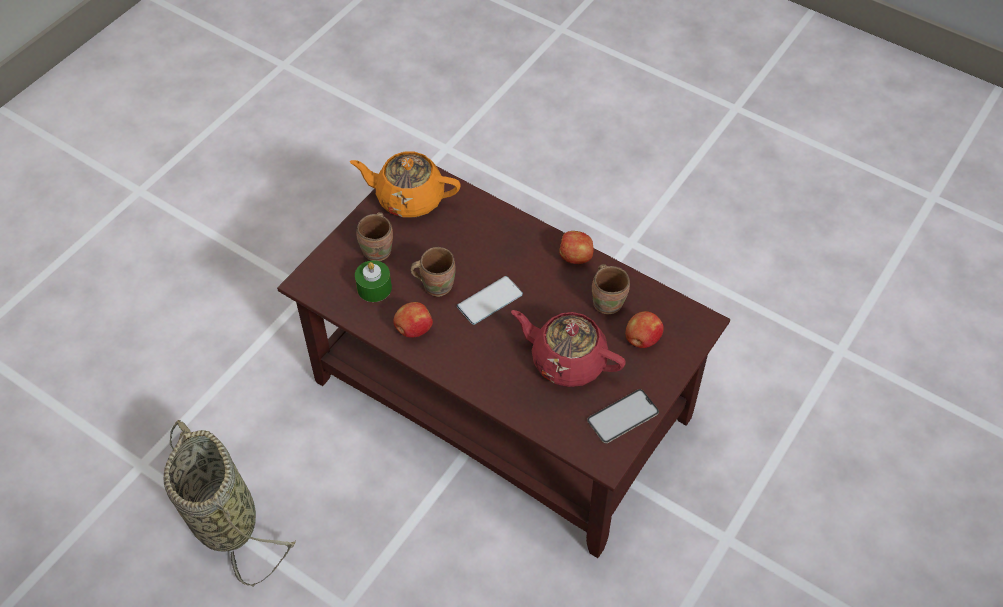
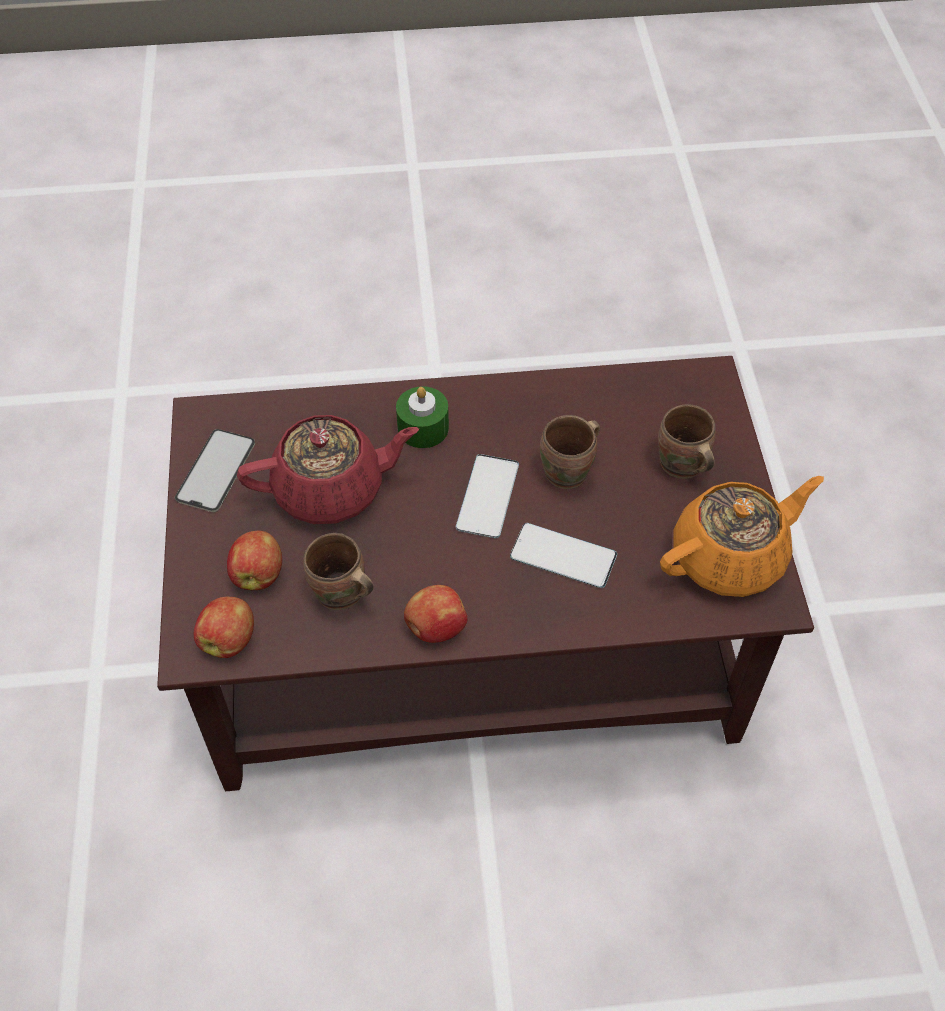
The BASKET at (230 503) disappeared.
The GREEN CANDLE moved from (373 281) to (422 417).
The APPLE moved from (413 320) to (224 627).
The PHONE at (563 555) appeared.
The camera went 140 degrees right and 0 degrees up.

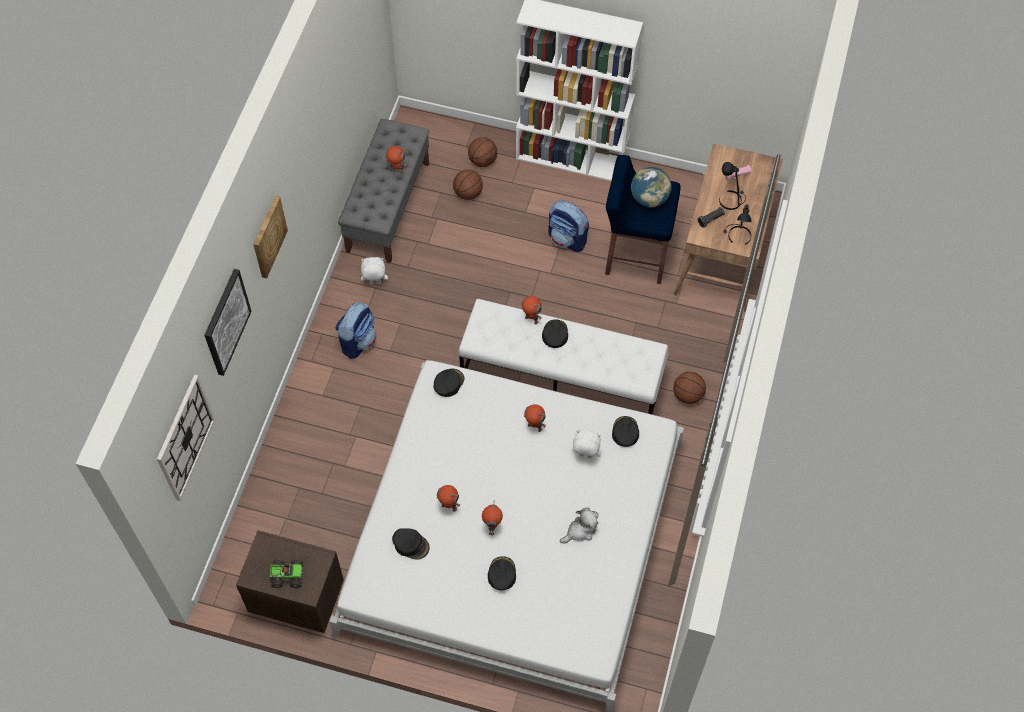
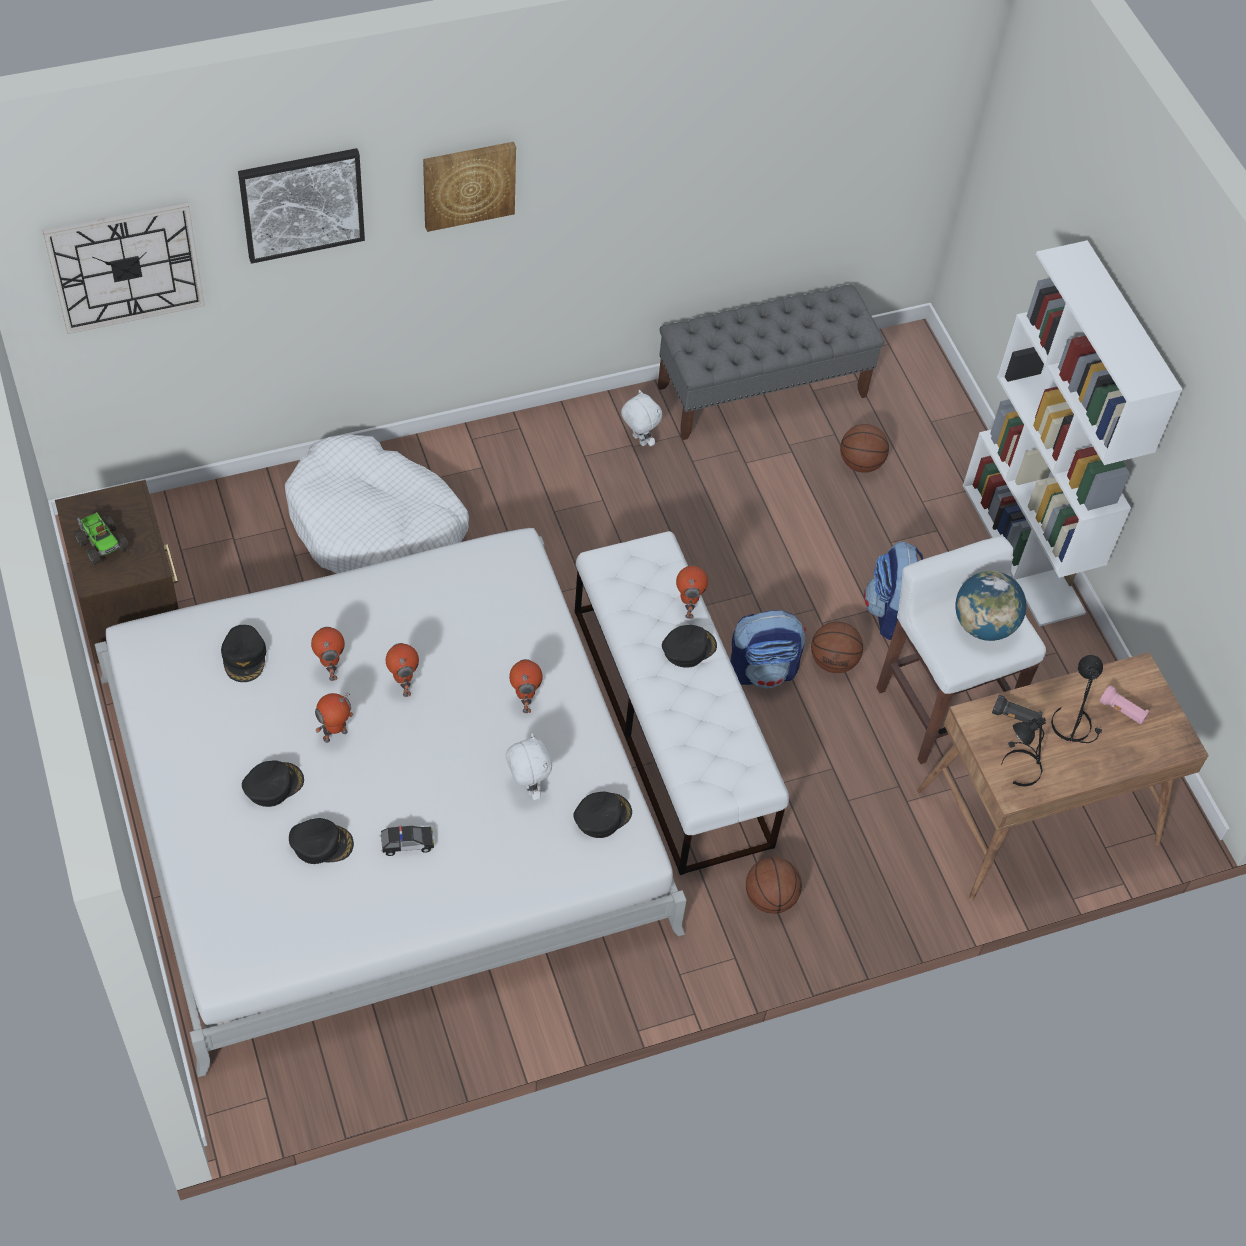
The BACKPACK moved from (355 331) to (768 649).
The TOY ROBOT moved from (396 160) to (402 670).
The BLACK CAP moved from (449 382) to (321 841).
The BASKETBALL moved from (482 152) to (837 647).
The PLUSH TOY at (579 525) was replaced by the TOY CAR at (407 841).
The BLUE STOOL at (643 219) became the WHITE STOOL at (961 650).
The WHITE DOG BED at (377 504) appeared.
The camera went 50 degrees right and 5 degrees down.

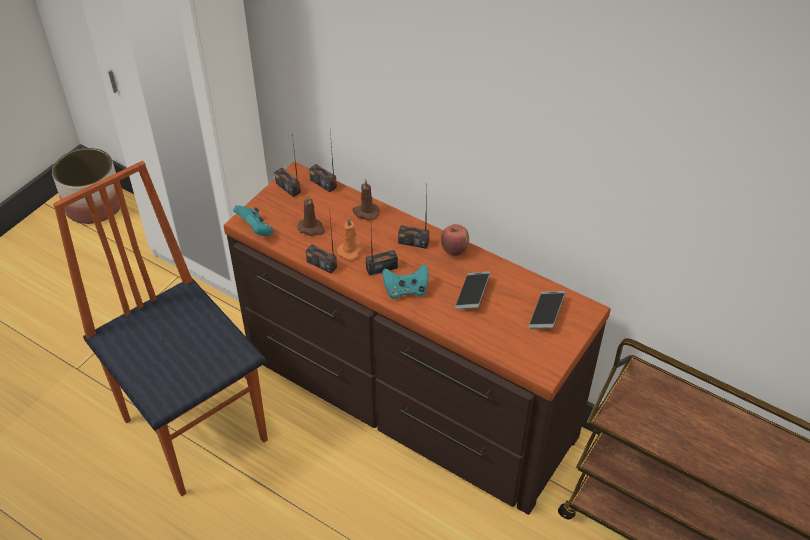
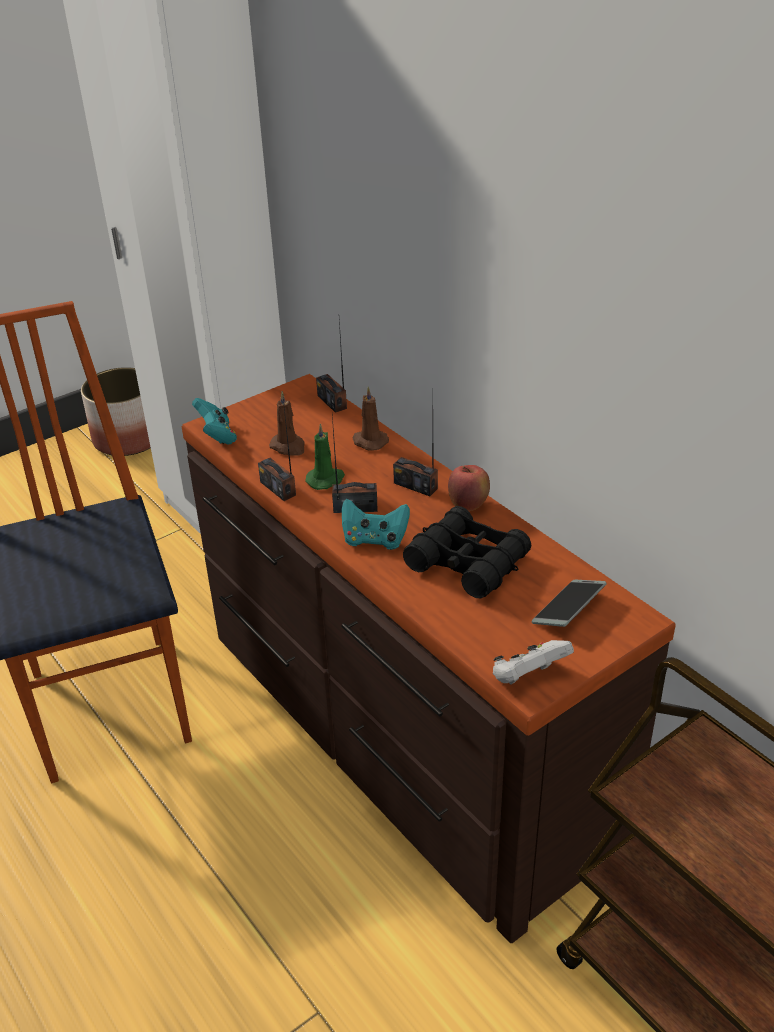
The RADIO at (287 165) disappeared.
The ORANGE CANDLE at (350 239) became the GREEN CANDLE at (325 456).
The PHONE at (473 290) was replaced by the BLACK BINOCULARS at (467 552).
The WHITE GAME CONTROLLER at (533 662) appeared.
The camera went 20 degrees right and 10 degrees down.

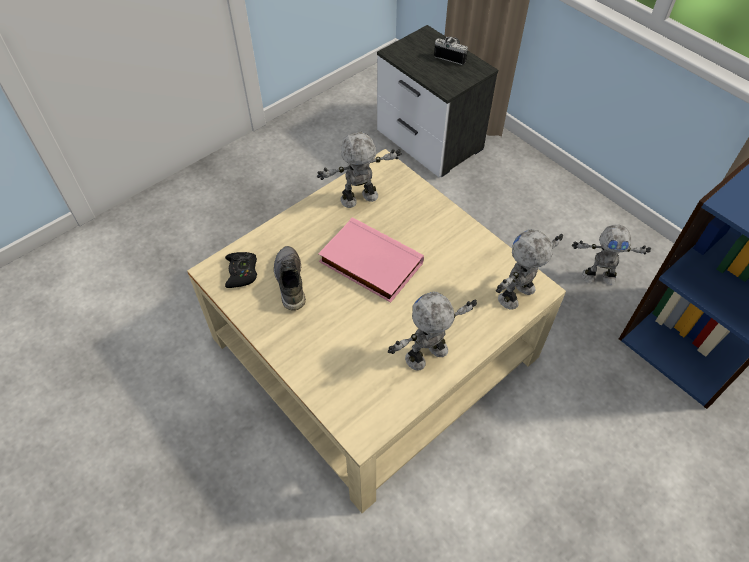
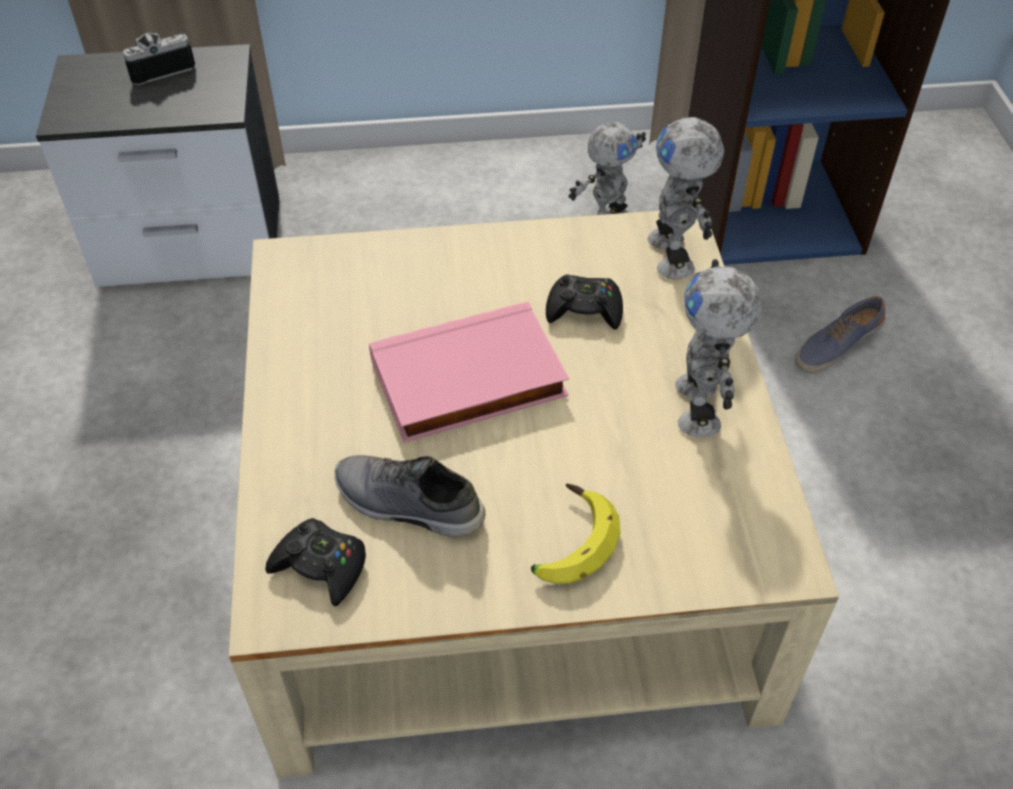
The TOY ROBOT at (359 170) disappeared.
The BANANA at (576 534) appeared.
The BLACK GAME CONTROLLER at (584 302) appeared.
The SHOE at (840 335) appeared.
The camera went 55 degrees left and 5 degrees down.

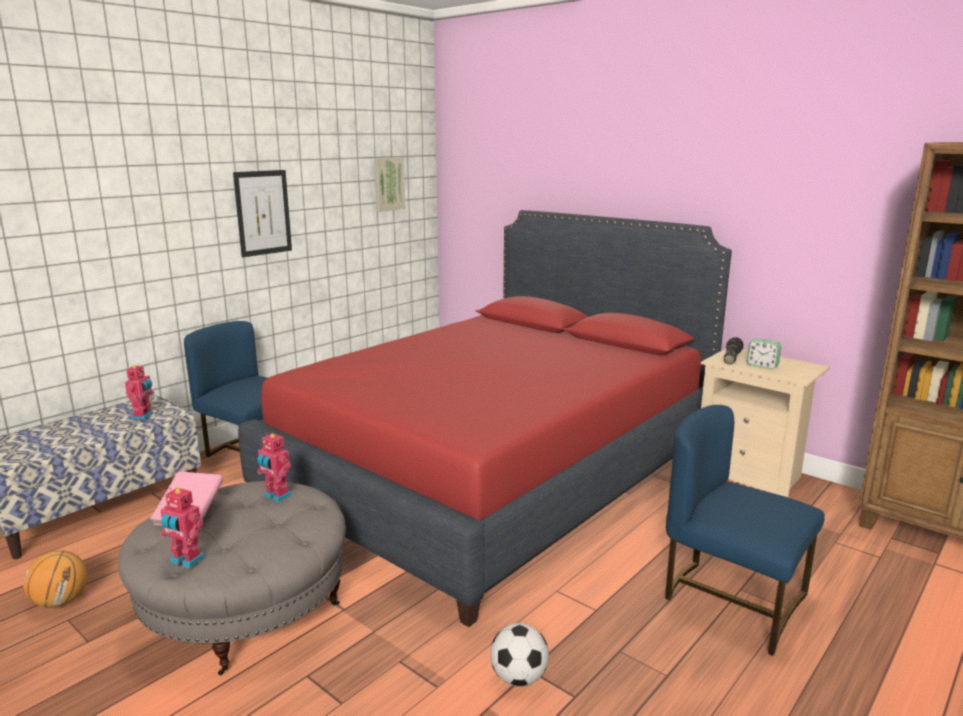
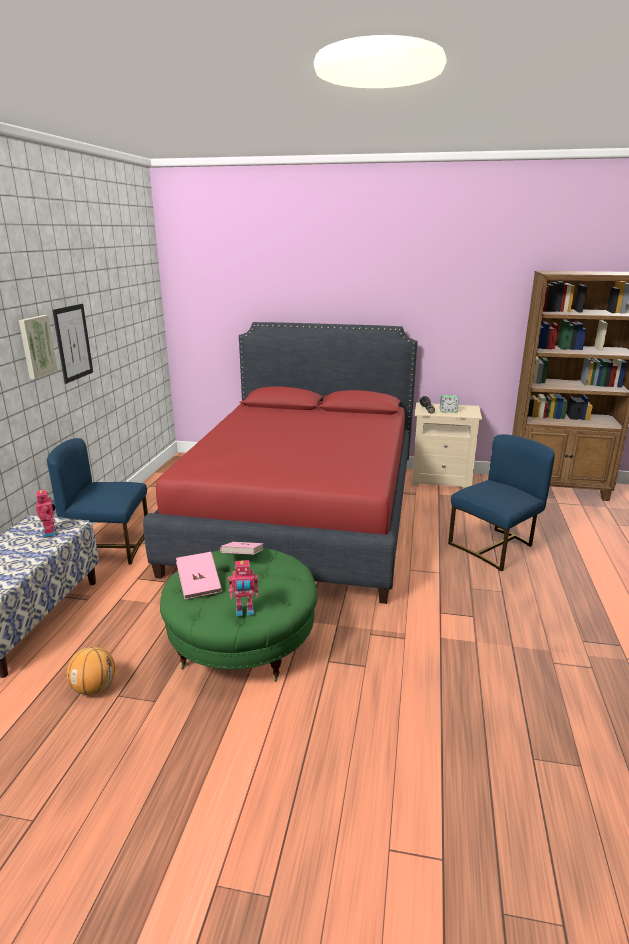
The GREY OTTOMAN at (232 578) became the GREEN OTTOMAN at (239 615).
The TOY ROBOT at (274 467) was replaced by the PINK BOOK at (242 548).
The PICTURE moved from (389 184) to (38 347).
The FOOTBALL at (519 654) disappeared.
The BLUE CHAIR at (745 530) turned 135 degrees clockwise.
The camera went 30 degrees left and 5 degrees up.

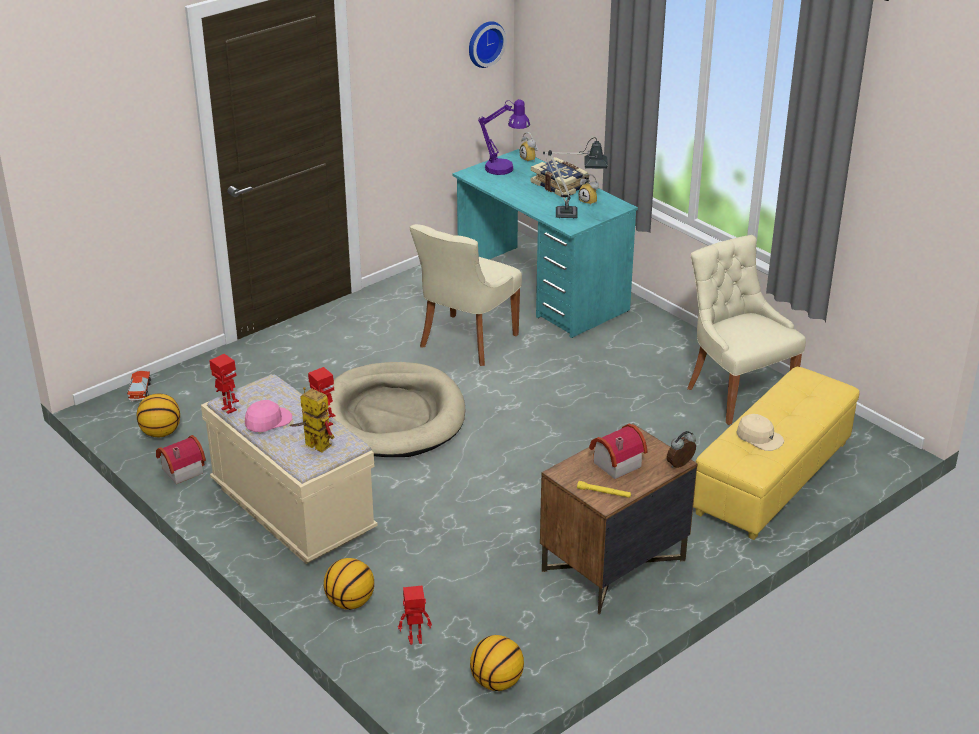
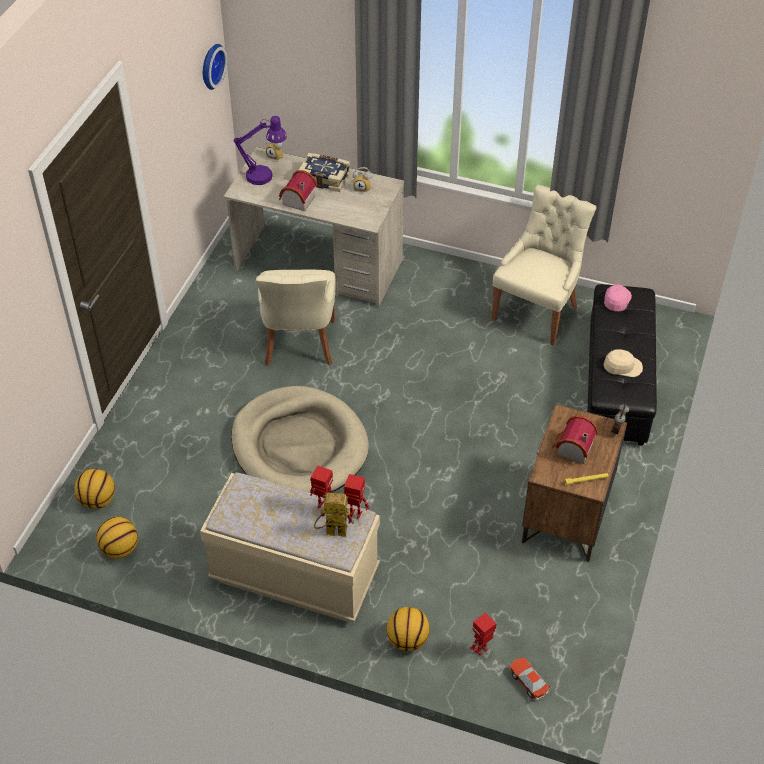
The TOY CAR moved from (139 386) to (530 679).
The TOY HOUSE moved from (181 459) to (298 190).
The TOY ROBOT moved from (224 384) to (356 496).
The PINK CAP moved from (268 416) to (618 298).
The TURQUOISE DESK at (545 243) became the BEIGE DESK at (314 227).
The BASKETBALL moved from (497 663) to (94 489).
The TABLE LAMP at (575 177) disappeared.
The BEIGE CHAIR at (746 330) turned 90 degrees clockwise.
The YELLOW OTTOMAN at (776 453) became the BLACK OTTOMAN at (622 365).
The camera went 30 degrees left and 15 degrees up.

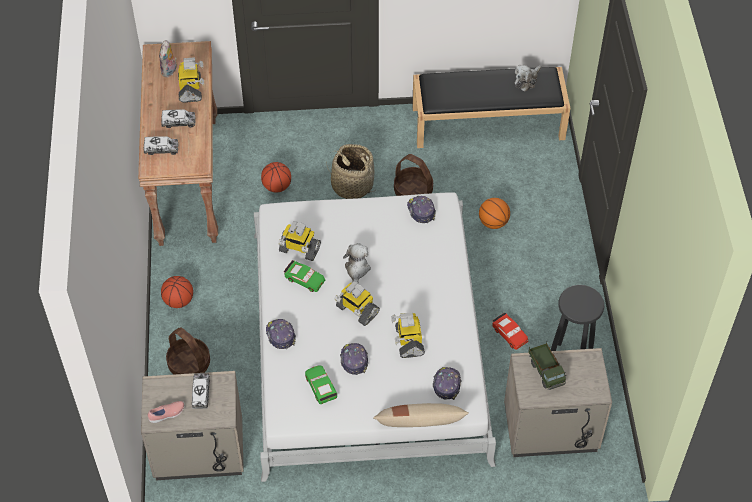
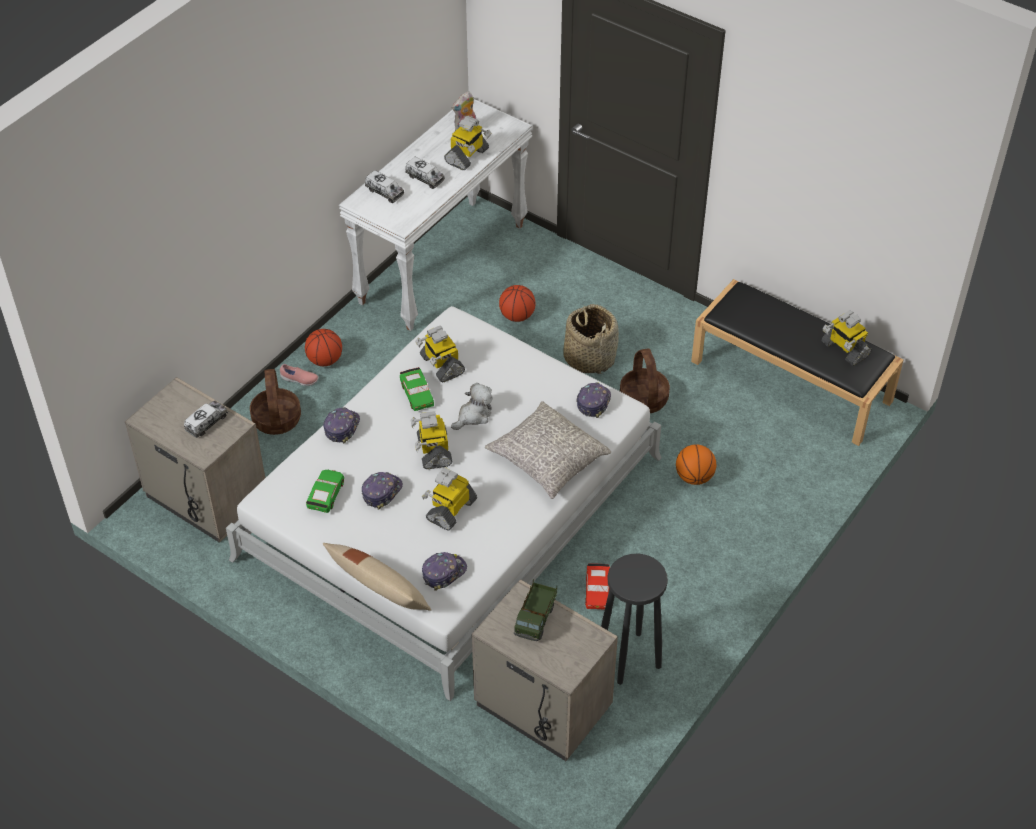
The BROWN CONSOLE TABLE at (178 143) became the WHITE CONSOLE TABLE at (435 215).
The PINK SHOE moved from (166 412) to (299 375).
The PLUSH TOY at (528 78) was replaced by the TOY ROBOT at (846 338).
The GREY PILLOW at (548 450) appeared.
The camera went 40 degrees right and 5 degrees down.

